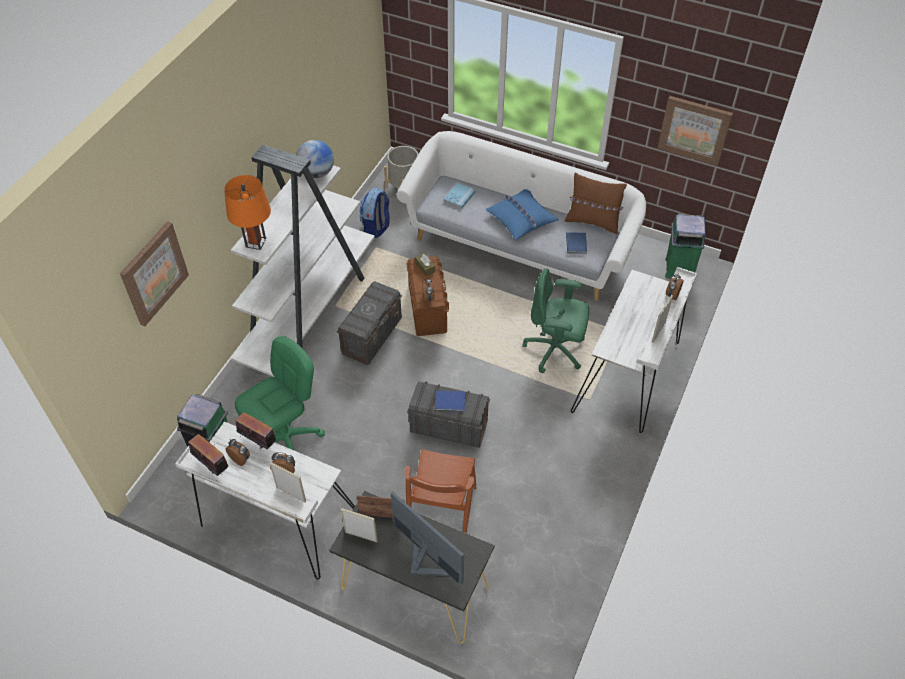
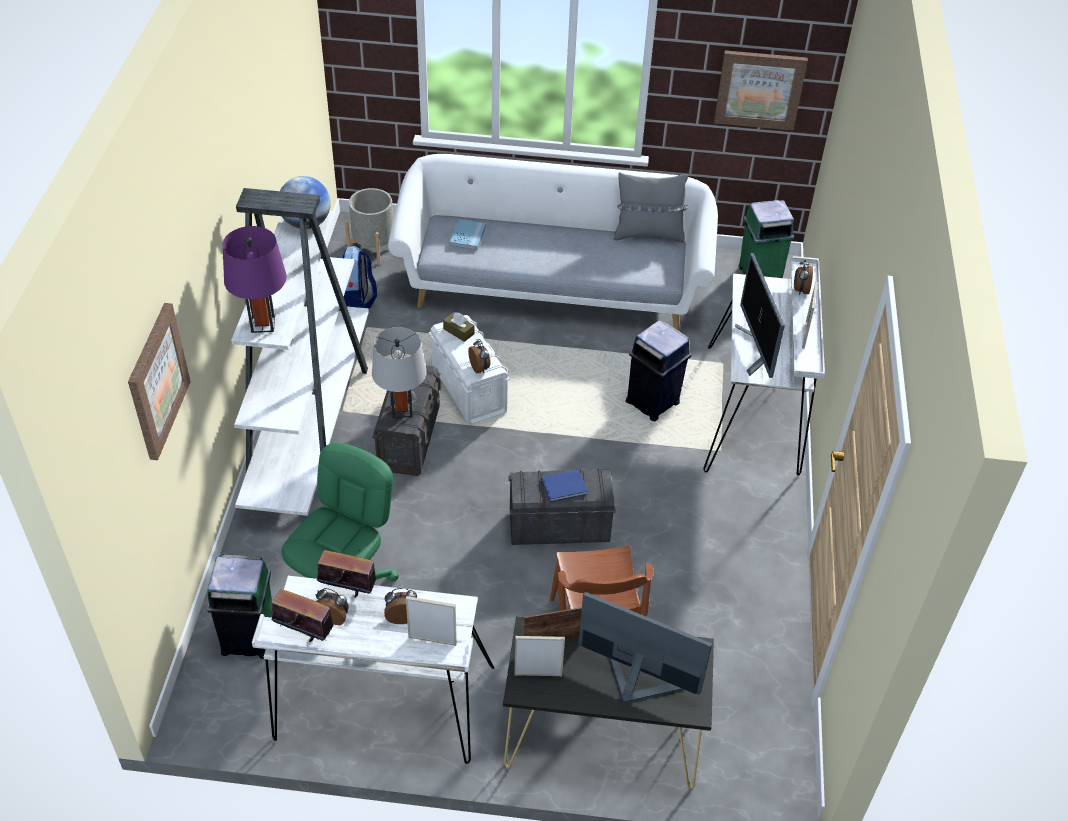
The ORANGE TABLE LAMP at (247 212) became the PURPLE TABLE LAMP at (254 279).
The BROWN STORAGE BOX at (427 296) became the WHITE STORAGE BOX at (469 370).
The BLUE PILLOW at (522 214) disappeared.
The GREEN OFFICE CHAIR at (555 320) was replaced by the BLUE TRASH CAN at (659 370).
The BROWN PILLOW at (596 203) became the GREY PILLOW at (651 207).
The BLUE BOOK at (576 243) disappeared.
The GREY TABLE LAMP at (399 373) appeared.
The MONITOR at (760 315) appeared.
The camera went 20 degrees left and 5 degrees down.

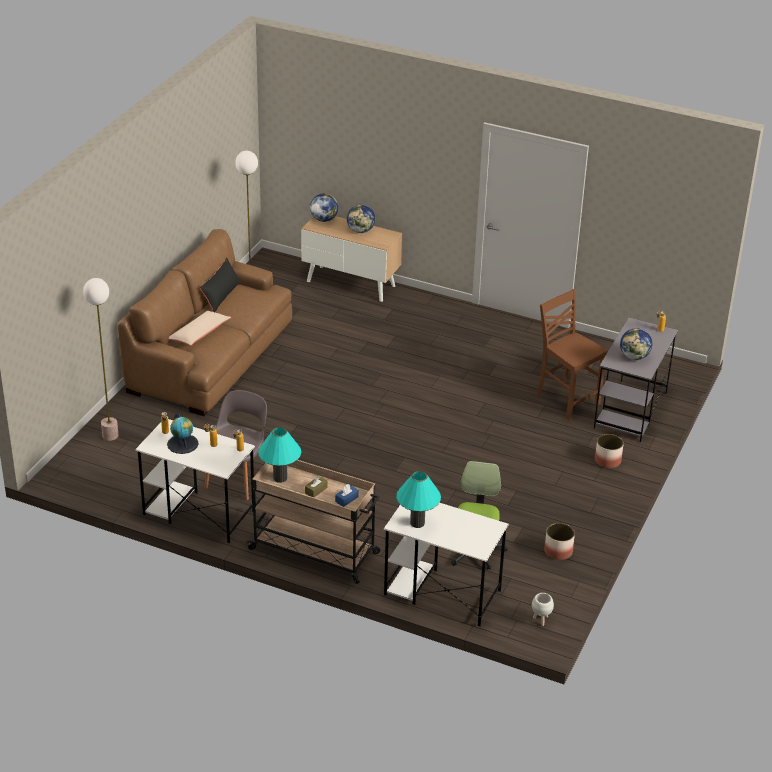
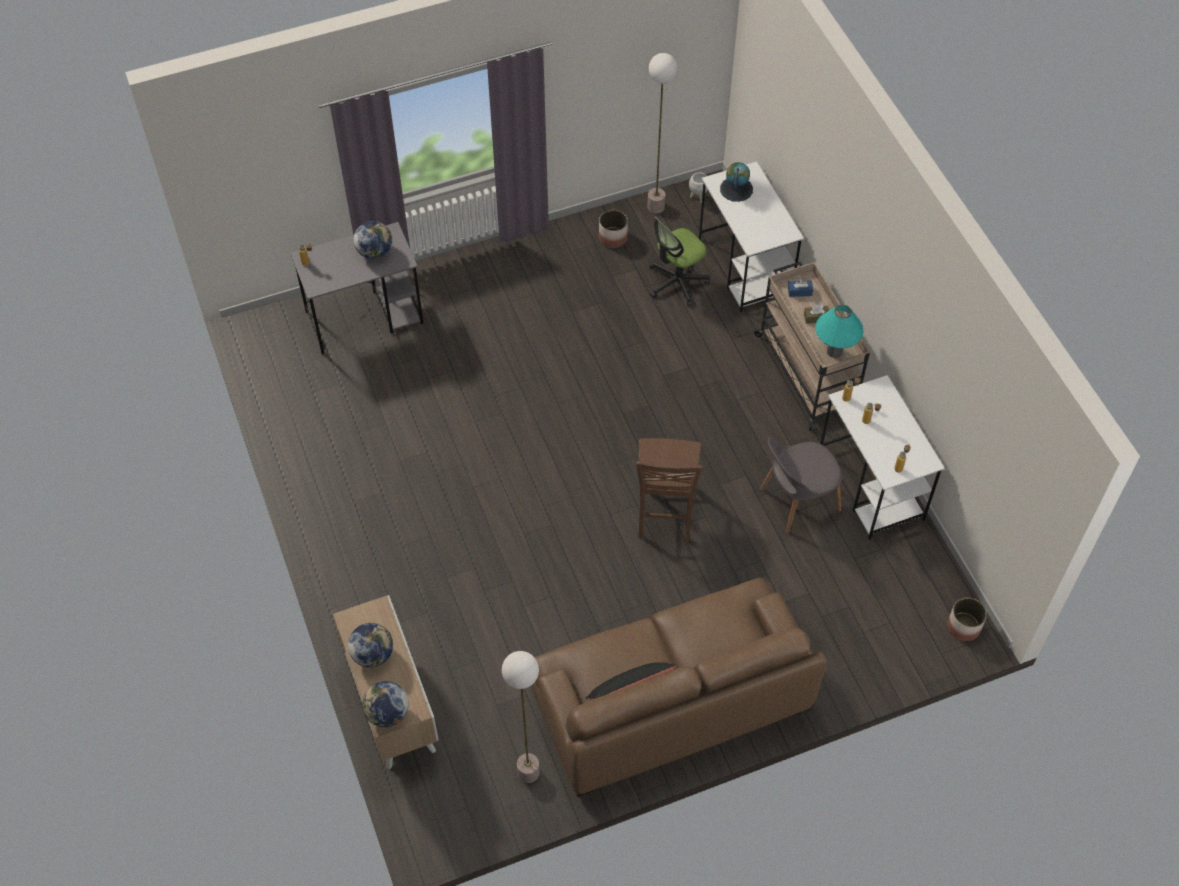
The FLOOR LAMP moved from (100 359) to (662 133).
The GLOBE moved from (183 433) to (736 182).
The BEIGE PILLOW at (199 328) disappeared.
The TURQUOISE TABLE LAMP at (418 499) disappeared.
The BROWN CHAIR moved from (572 354) to (669 489).
The PLANTER moved from (609 451) to (967 619).
The camera went 135 degrees left and 20 degrees up.

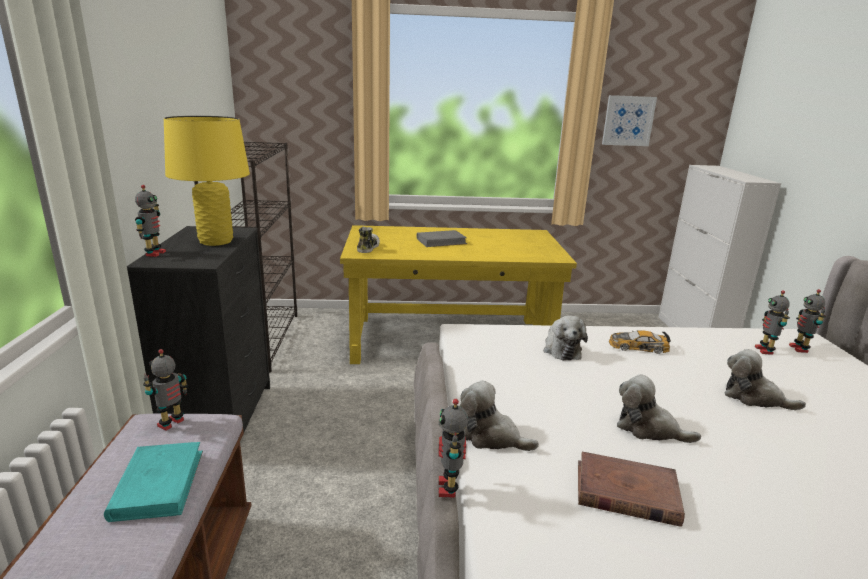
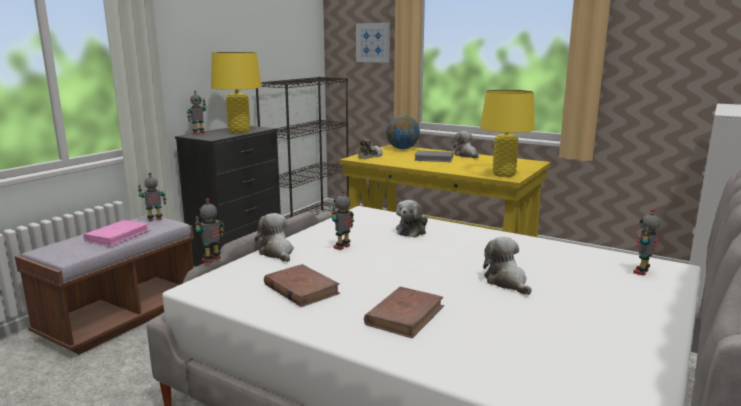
The TURQUOISE BOOK at (153 482) became the PINK BOOK at (117 233).
The PICTURE moved from (629 120) to (373 43).
The TOY CAR at (640 342) disappeared.
The PLUSH TOY moved from (659 408) to (466 144).
The TOY ROBOT moved from (772 322) to (342 220).
The BROWN BOOK at (404 312) appeared.
The GLOBE at (403 132) appeared.
The YELLOW TABLE LAMP at (507 133) appeared.
The camera went 35 degrees right and 5 degrees down.

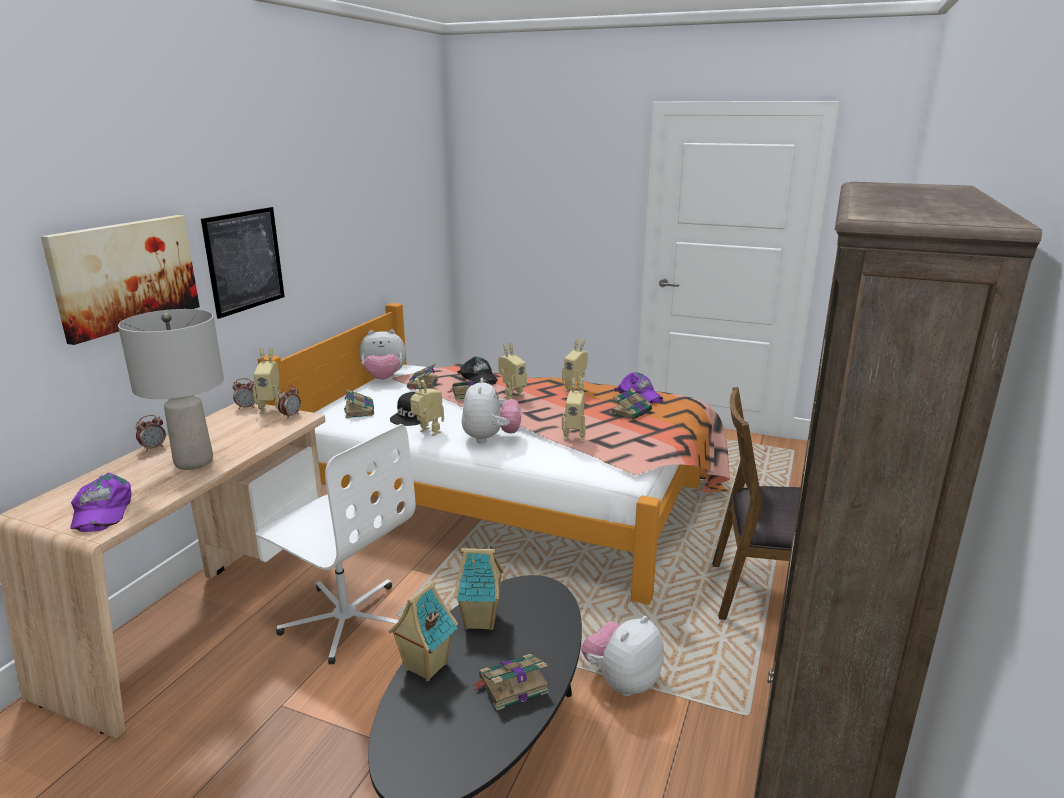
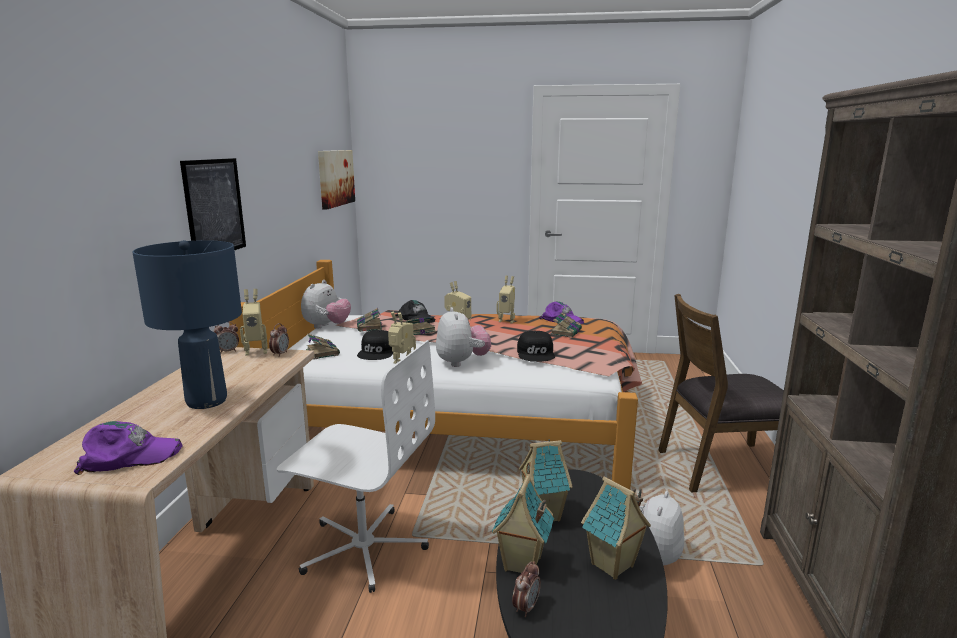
The PICTURE moved from (120 280) to (336 179).
The PURPLE CAP at (100 502) turned 75 degrees counterclockwise.
The GREY TABLE LAMP at (171 389) became the BLUE TABLE LAMP at (187 324).
The ALARM CLOCK moved from (150 433) to (526 589).
The PLUSH TOY at (383 354) turned 45 degrees counterclockwise.
The BOOK at (511 682) was replaced by the TOY HOUSE at (616 528).
The TOY ROBOT at (574 410) was replaced by the BLACK CAP at (536 346).
The camera went 15 degrees left and 5 degrees down.

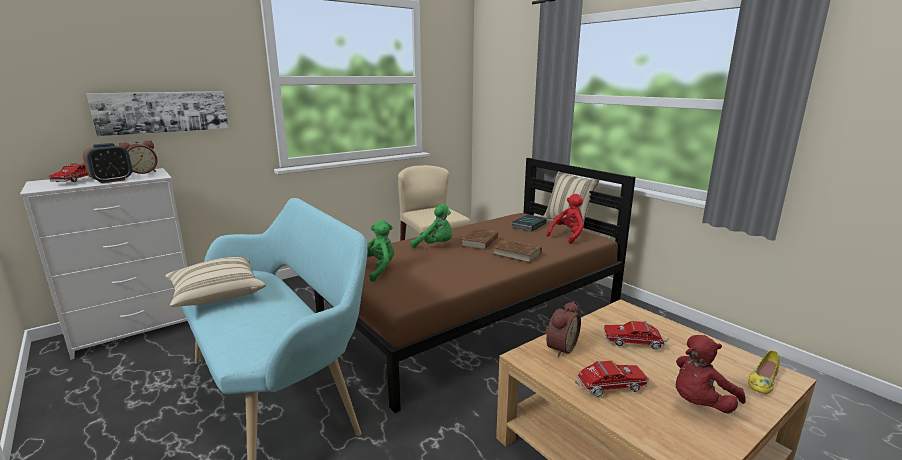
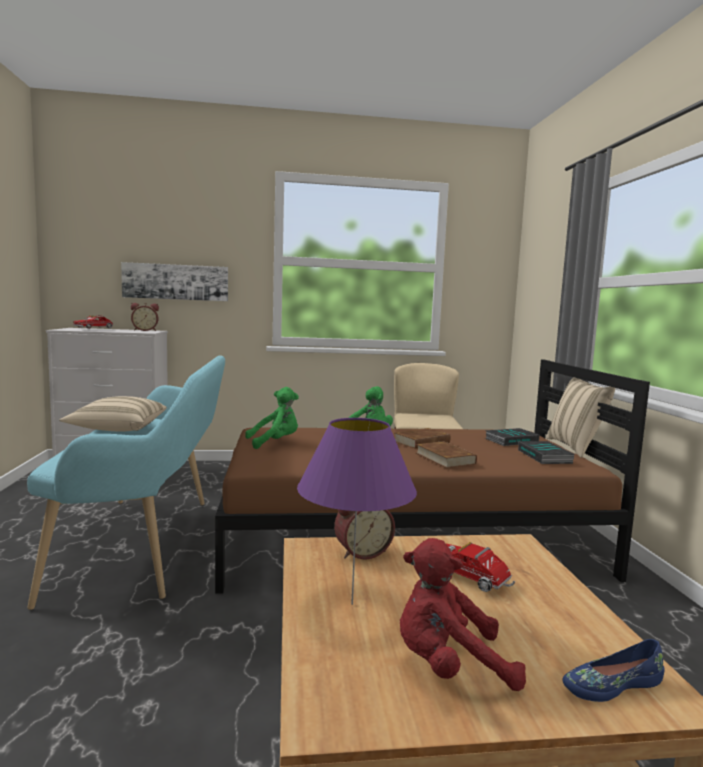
The ALARM CLOCK at (107 163) disappeared.
The RED PLUSH TOY at (565 219) was replaced by the BOOK at (546 452).
The TOY TRUCK at (612 378) was replaced by the PURPLE TABLE LAMP at (357 511).
The YELLOW SHOE at (763 372) became the BLUE SHOE at (613 670).
The camera went 30 degrees right and 10 degrees down.

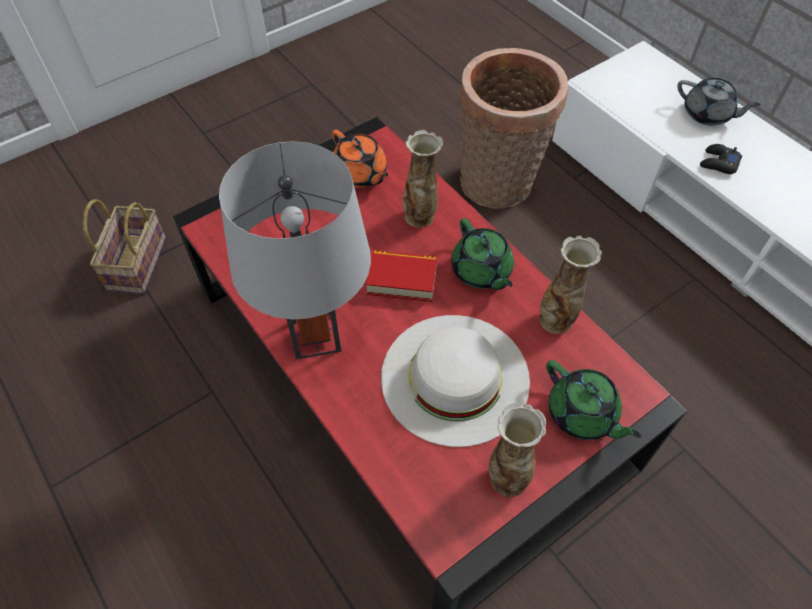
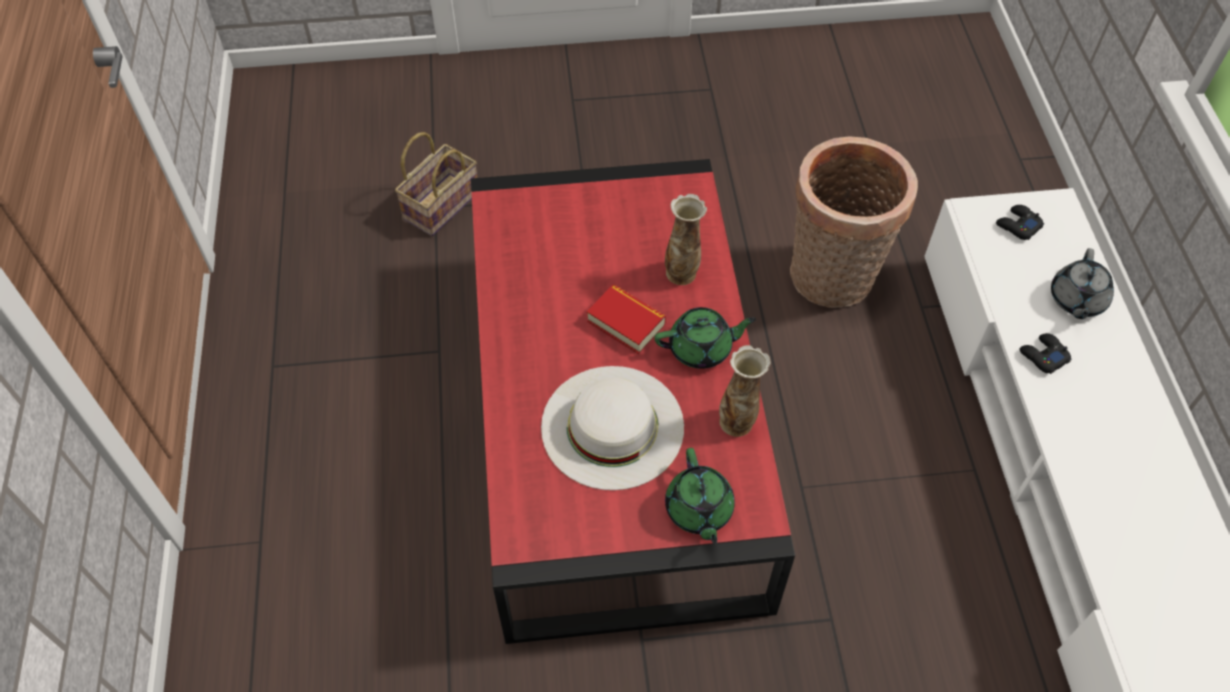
The GREY TABLE LAMP at (295 250) disappeared.
The ORANGE TEAPOT at (360 159) disappeared.
The GREEN TEAPOT at (482 254) turned 105 degrees counterclockwise.
The VASE at (517 450) disappeared.
The GREY TEAPOT at (719 102) turned 45 degrees clockwise.
The BLACK GAME CONTROLLER at (1020 222) appeared.
The camera went 30 degrees right and 0 degrees up.

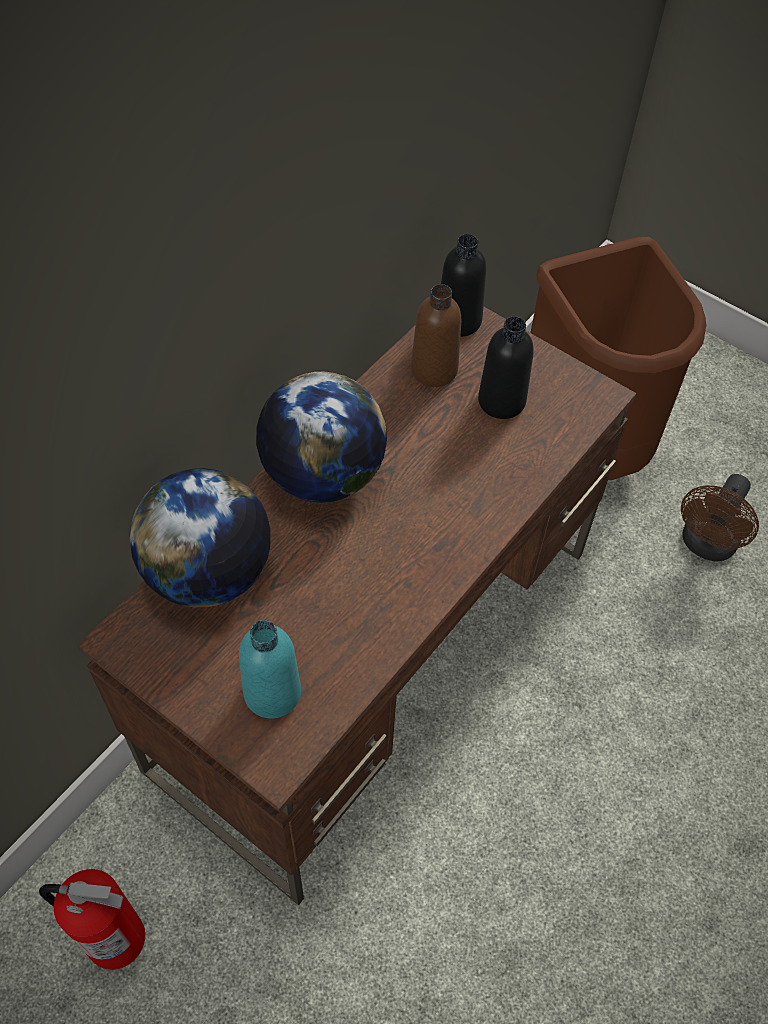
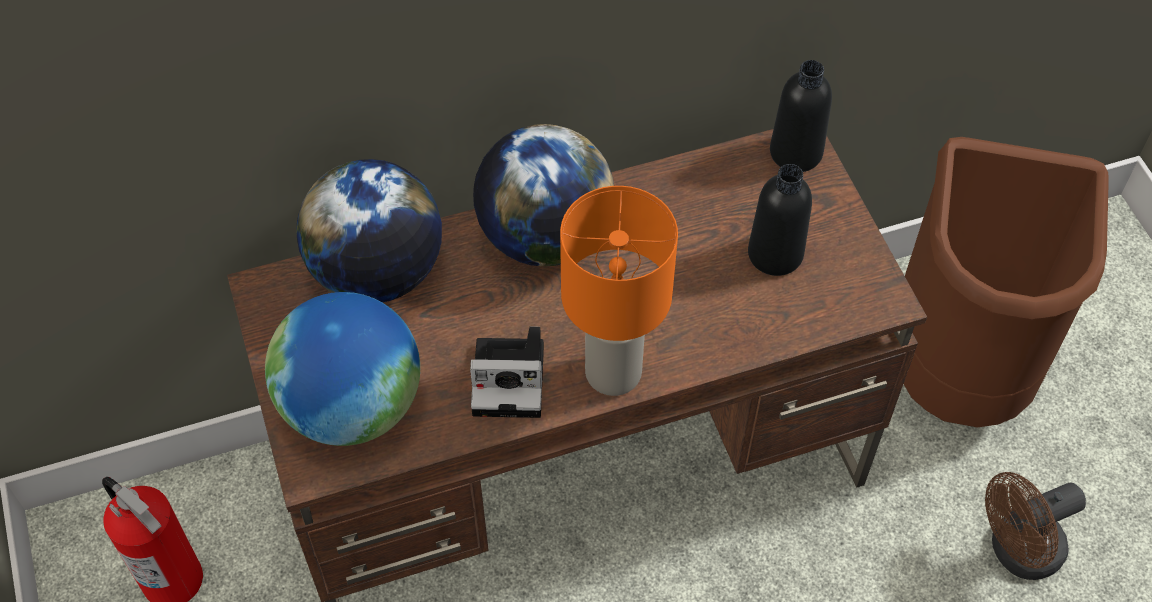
The TURQUOISE BOTTLE at (270 669) was replaced by the GLOBE at (342 369).
The BROWN BOTTLE at (436 335) disappeared.
The PHOTO CAMERA at (507 372) appeared.
The ORANGE TABLE LAMP at (619 291) appeared.
The camera went 35 degrees right and 0 degrees up.

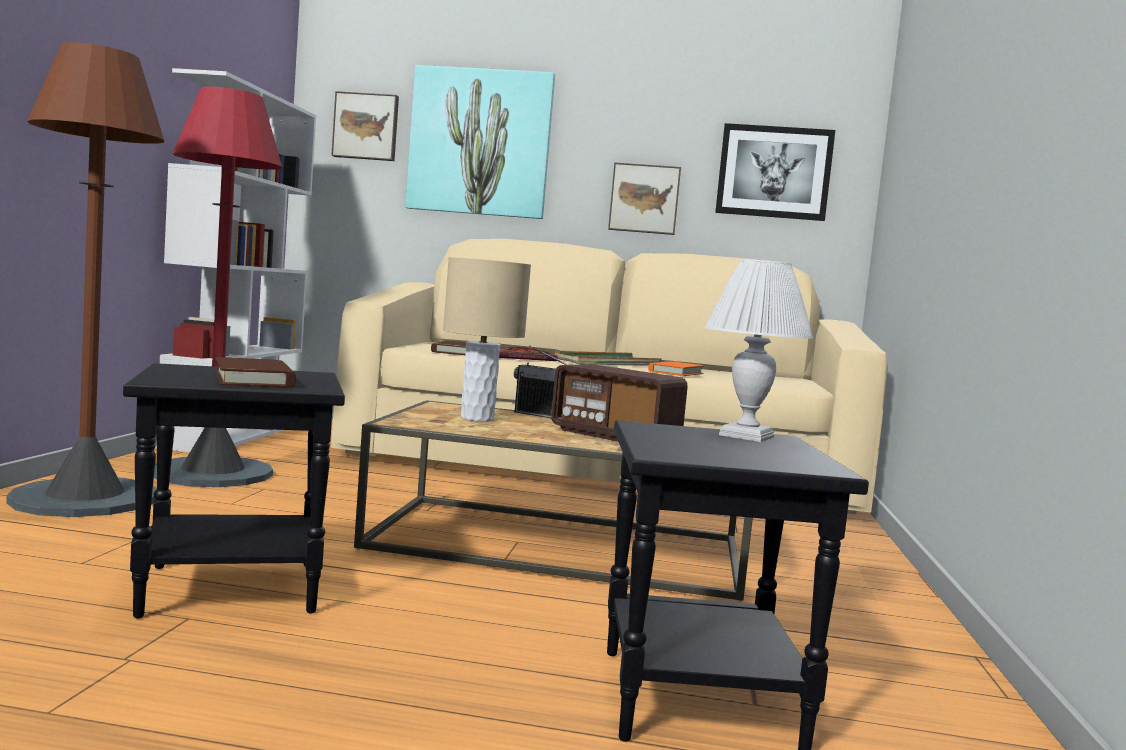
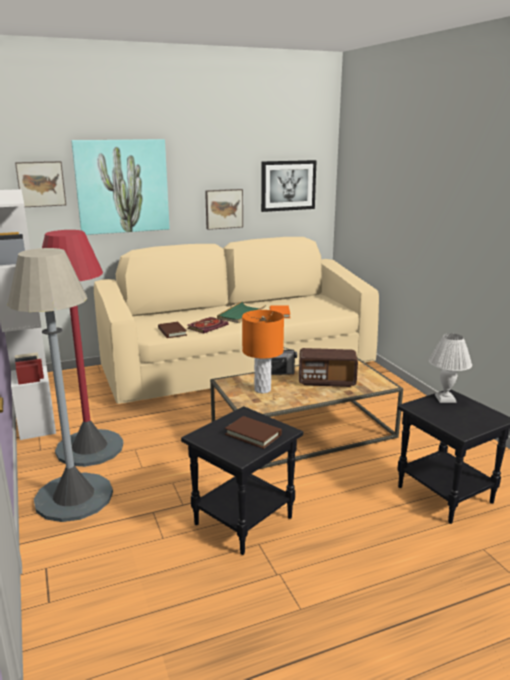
The BROWN FLOOR LAMP at (85 279) became the GREY FLOOR LAMP at (60 385).
The BEIGE TABLE LAMP at (487 339) became the ORANGE TABLE LAMP at (263 352).
The camera went 30 degrees left and 15 degrees up.

